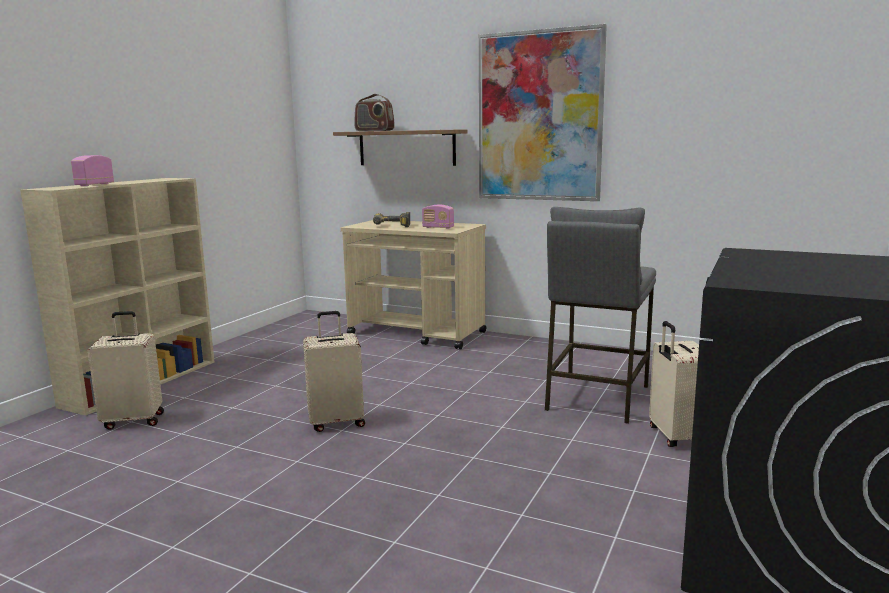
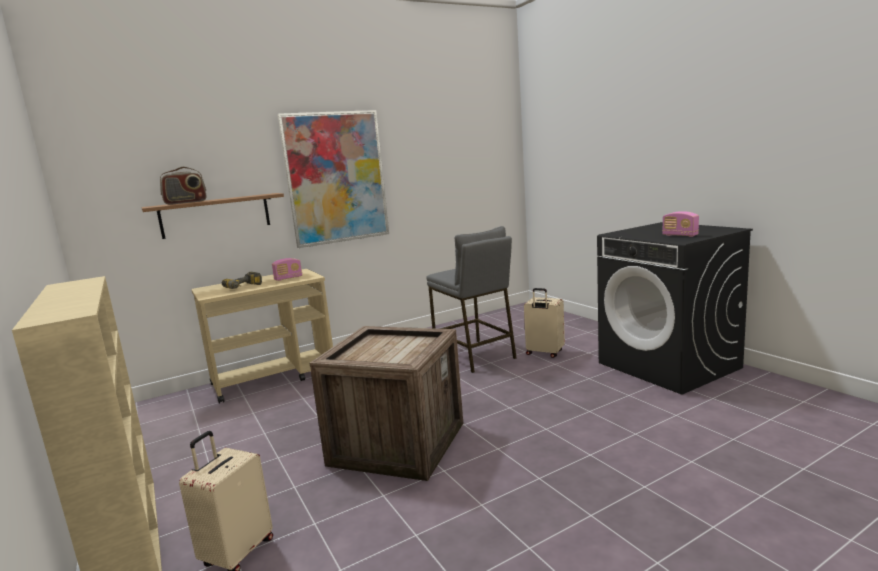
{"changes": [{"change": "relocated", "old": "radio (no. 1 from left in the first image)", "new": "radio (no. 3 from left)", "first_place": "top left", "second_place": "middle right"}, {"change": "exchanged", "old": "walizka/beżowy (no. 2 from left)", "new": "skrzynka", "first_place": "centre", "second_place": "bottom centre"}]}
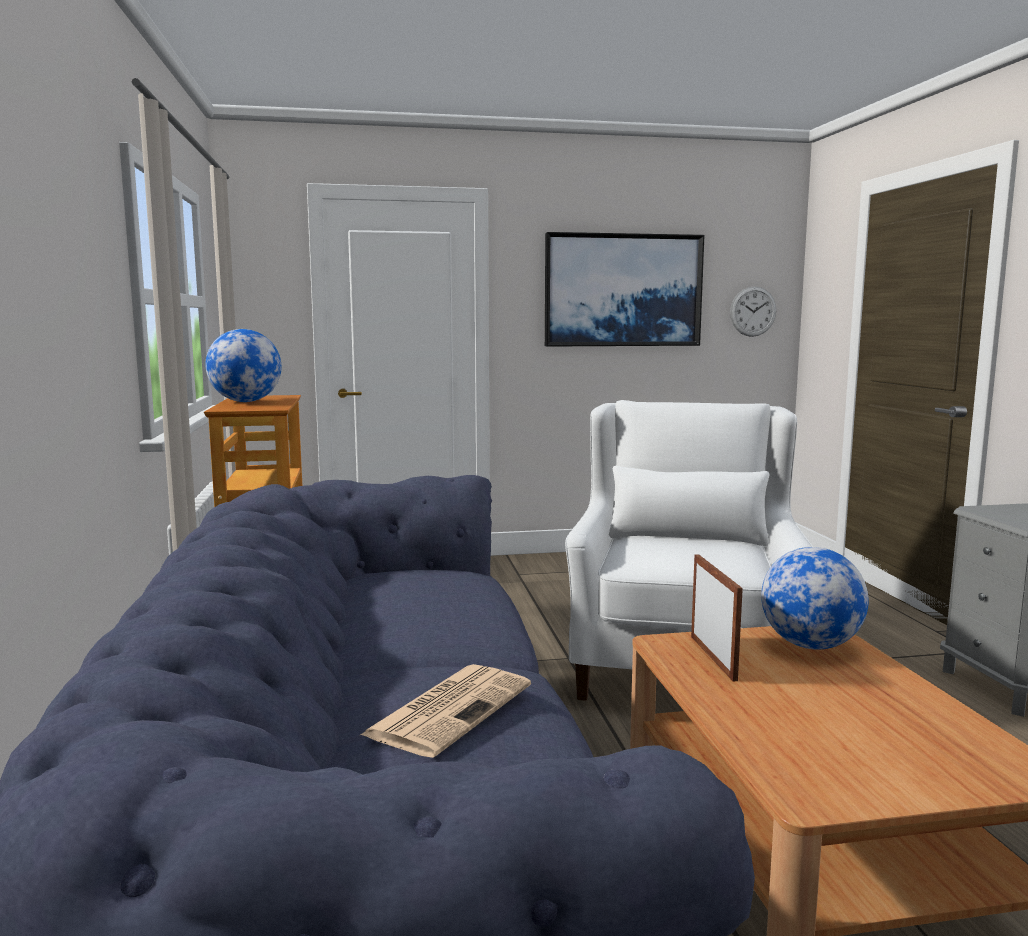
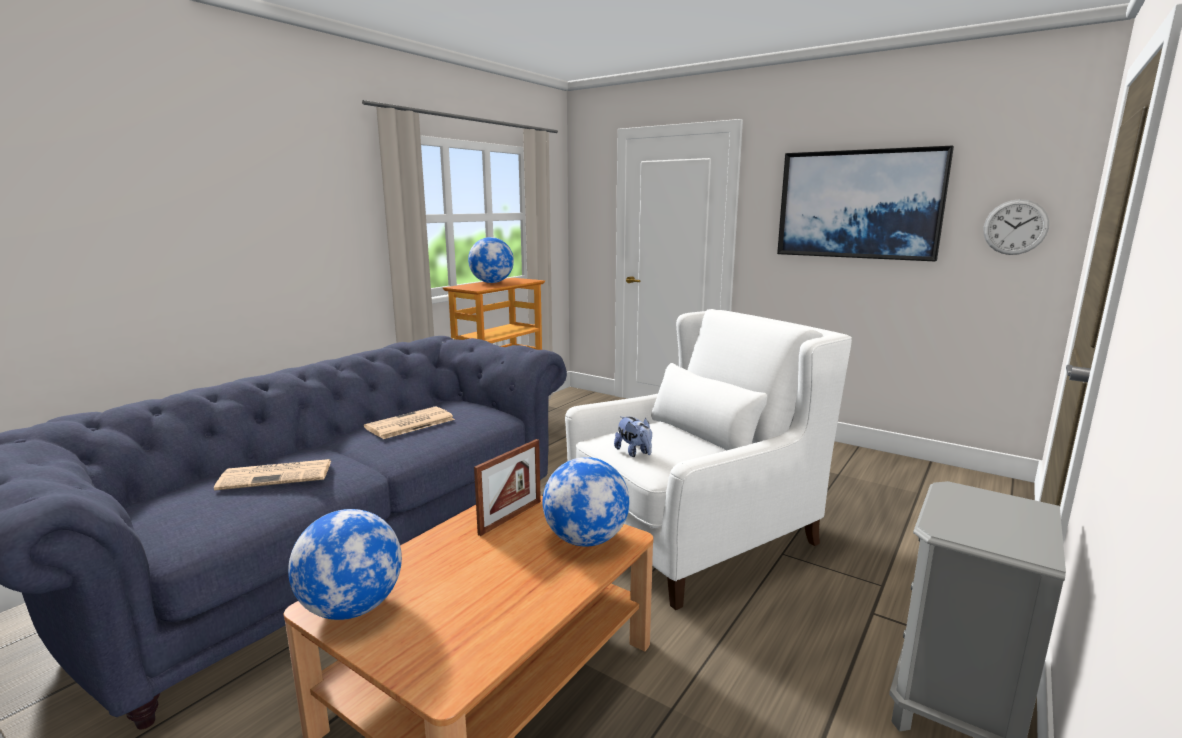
{"changes": [{"change": "appeared", "new": "globus (no. 1 from left)", "second_place": "bottom left"}, {"change": "appeared", "new": "gazeta (no. 2 from left)", "second_place": "centre"}, {"change": "appeared", "new": "pluszak", "second_place": "centre"}]}
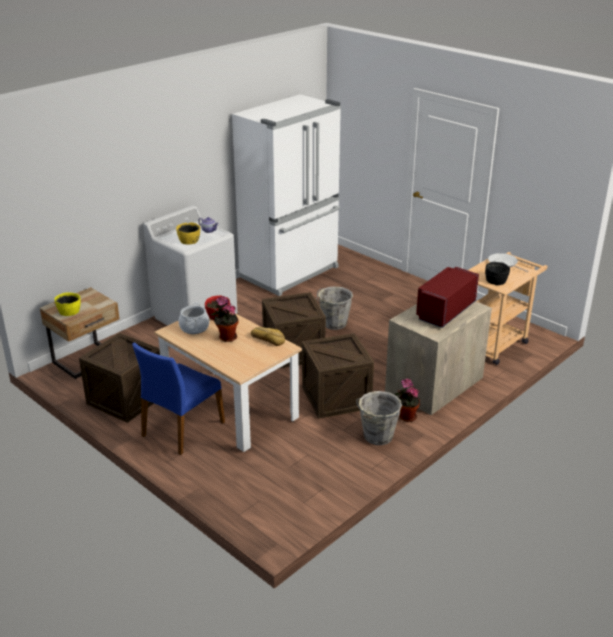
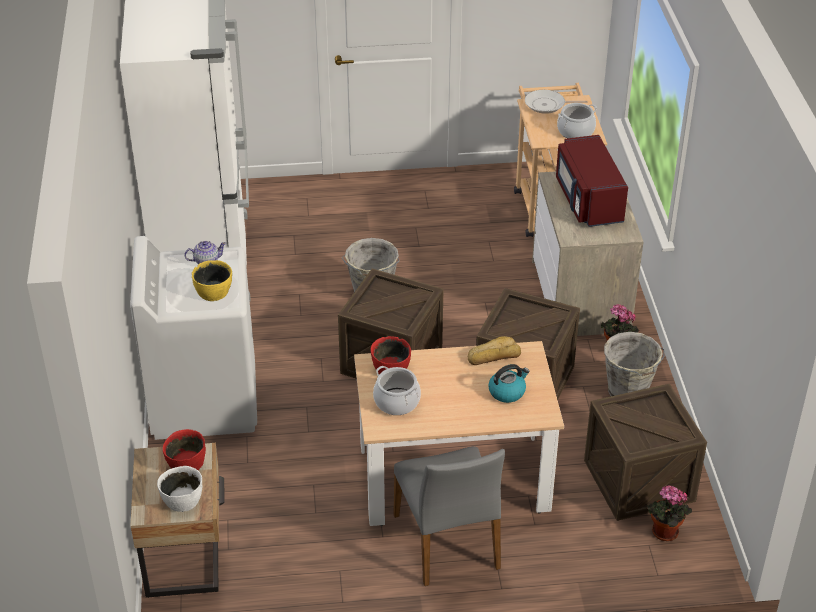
{"changes": [{"change": "appeared", "new": "miska/czerwony (no. 1 from left)", "second_place": "bottom left"}, {"change": "appeared", "new": "czajnik", "second_place": "centre"}, {"change": "relocated", "old": "skrzynka (no. 1 from left in the first image)", "new": "skrzynka (no. 3 from left)", "first_place": "middle left", "second_place": "bottom right"}, {"change": "relocated", "old": "roślina doniczkowa (no. 1 from left in the first image)", "new": "roślina doniczkowa (no. 2 from left)", "first_place": "centre", "second_place": "bottom right"}, {"change": "exchanged", "old": "miska/czarny", "new": "garnek (no. 2 from left)", "first_place": "middle right", "second_place": "top right"}, {"change": "colour", "old": "miska/żółty (no. 1 from left)", "new": "miska/biały", "first_place": "middle left", "second_place": "bottom left"}, {"change": "colour", "old": "krzesło/niebieski", "new": "krzesło/szary", "first_place": "middle left", "second_place": "bottom centre"}]}
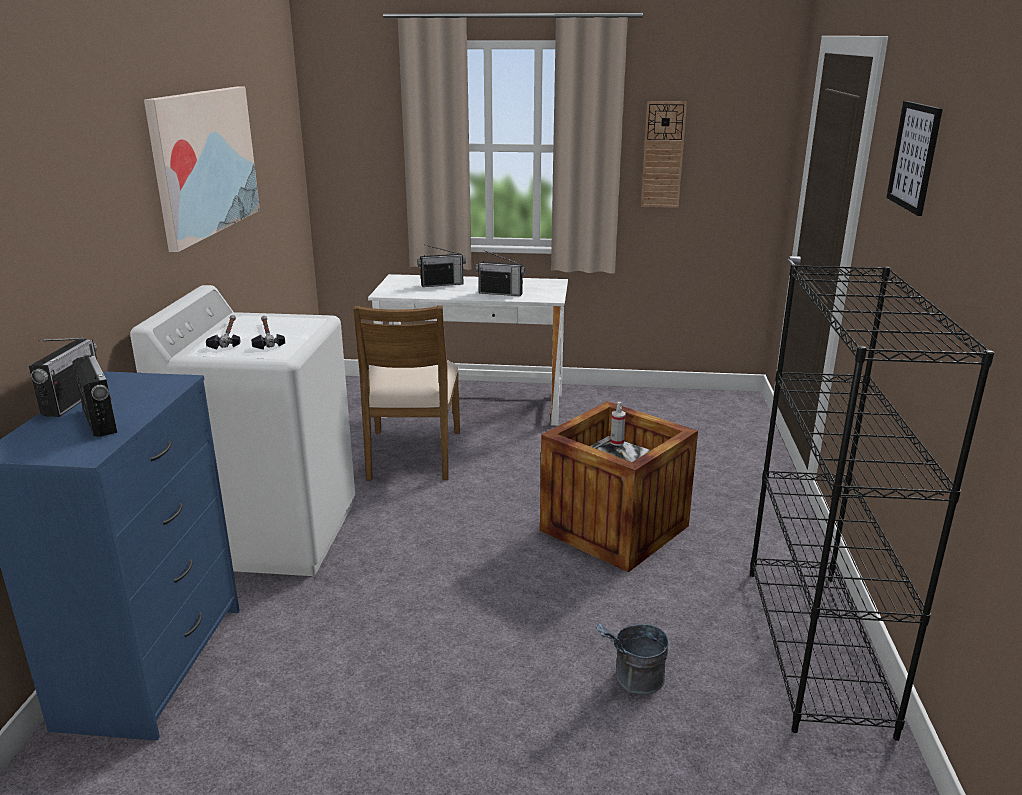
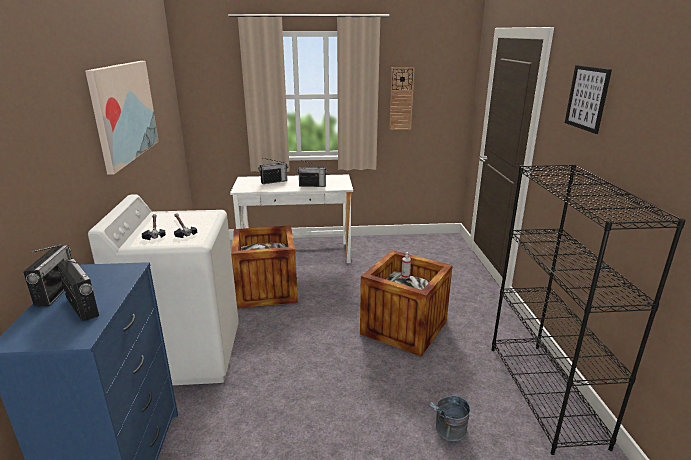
{"changes": [{"change": "exchanged", "old": "krzesło/brązowy", "new": "skrzynka (no. 1 from left)", "first_place": "centre", "second_place": "centre"}]}
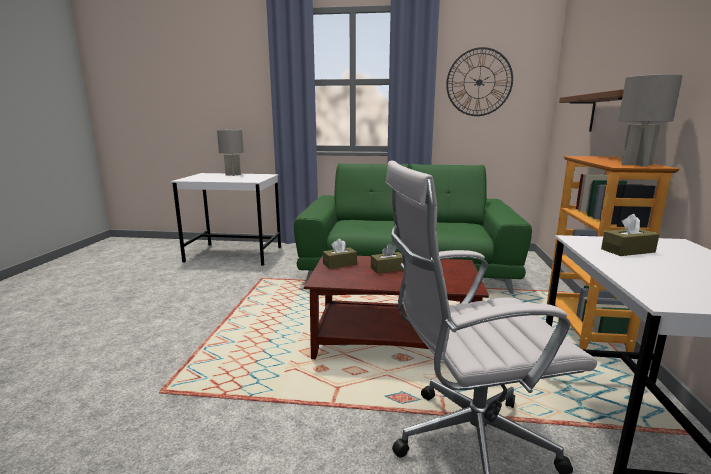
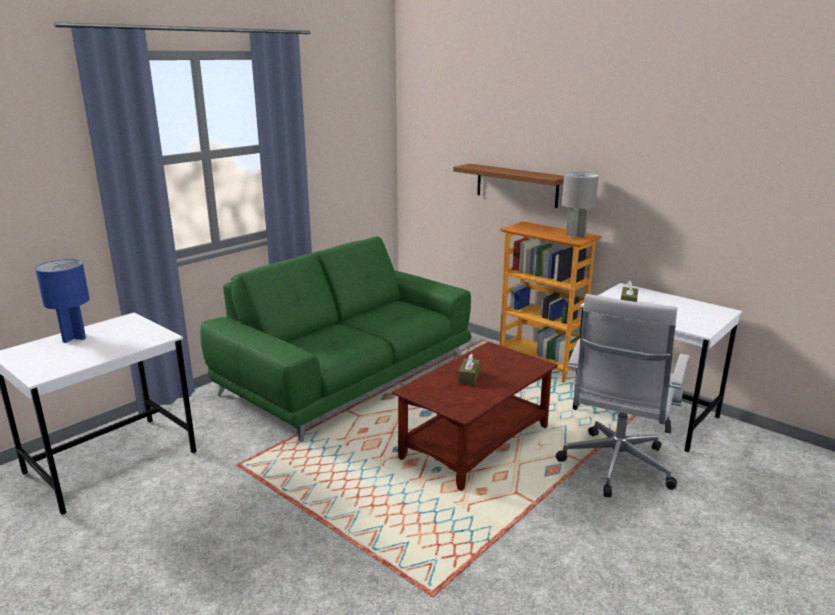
{"changes": [{"change": "missing", "old": "pudełko chusteczek/brązowy (no. 1 from left)", "first_place": "centre"}, {"change": "missing", "old": "zegar ścienny", "first_place": "top right"}, {"change": "colour", "old": "lampa stołowa/szary (no. 1 from left)", "new": "lampa stołowa/niebieski", "first_place": "top left", "second_place": "middle left"}]}
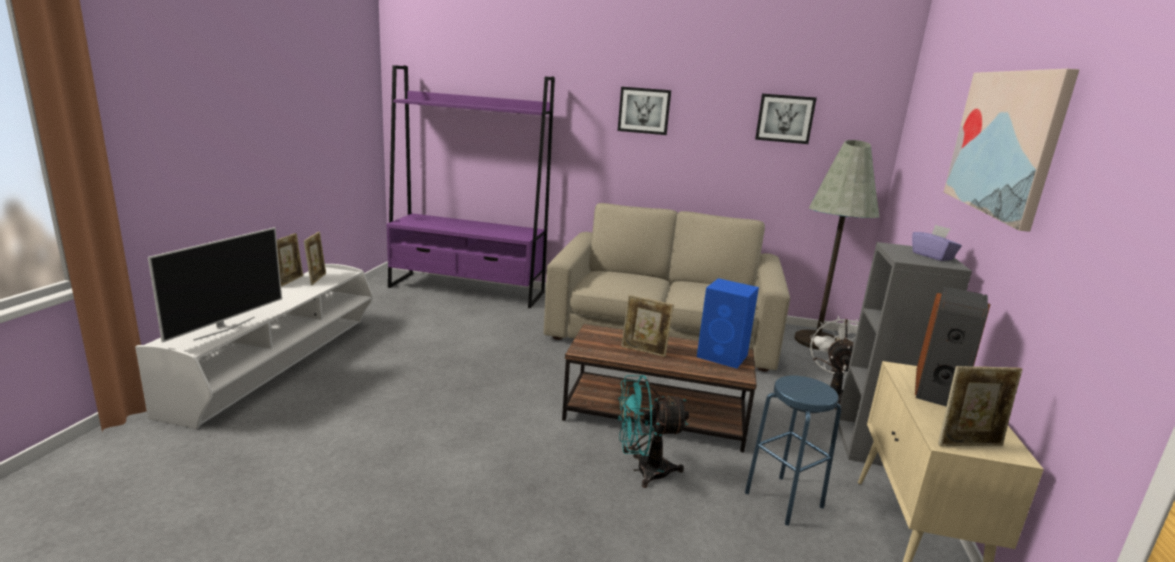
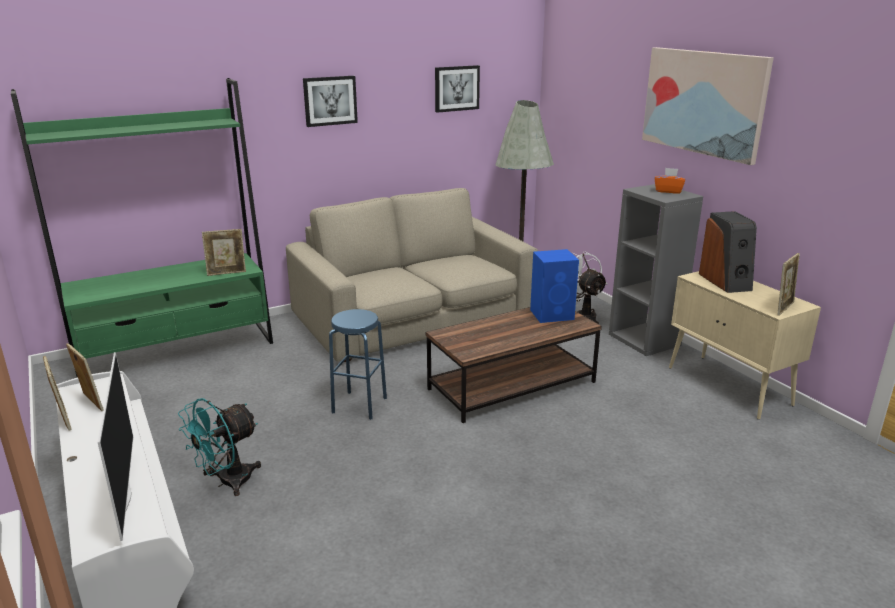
{"changes": [{"change": "relocated", "old": "wentylator/turkusowy", "first_place": "bottom centre", "second_place": "bottom left"}, {"change": "relocated", "old": "ramka na zdjęcie (no. 3 from left)", "first_place": "centre", "second_place": "middle left"}, {"change": "relocated", "old": "stołek/niebieski", "first_place": "bottom right", "second_place": "centre"}, {"change": "colour", "old": "regał/fioletowy", "new": "regał/zielony", "first_place": "top centre", "second_place": "middle left"}, {"change": "colour", "old": "pudełko chusteczek/fioletowy", "new": "pudełko chusteczek/pomarańczowy", "first_place": "middle right", "second_place": "top right"}]}
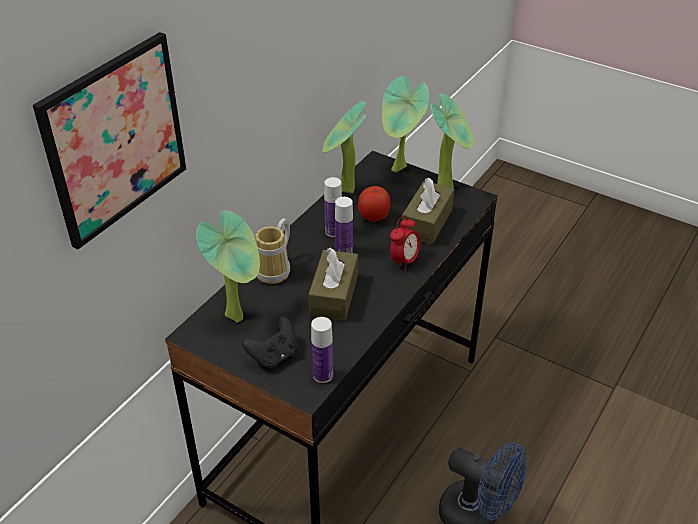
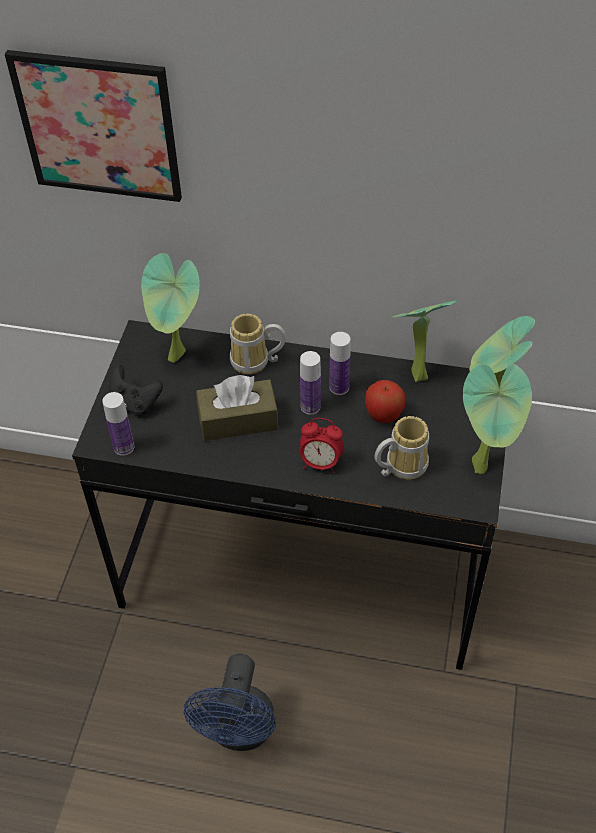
{"changes": [{"change": "exchanged", "old": "pudełko chusteczek/brązowy (no. 2 from left)", "new": "kubek (no. 2 from left)", "first_place": "centre", "second_place": "middle right"}]}
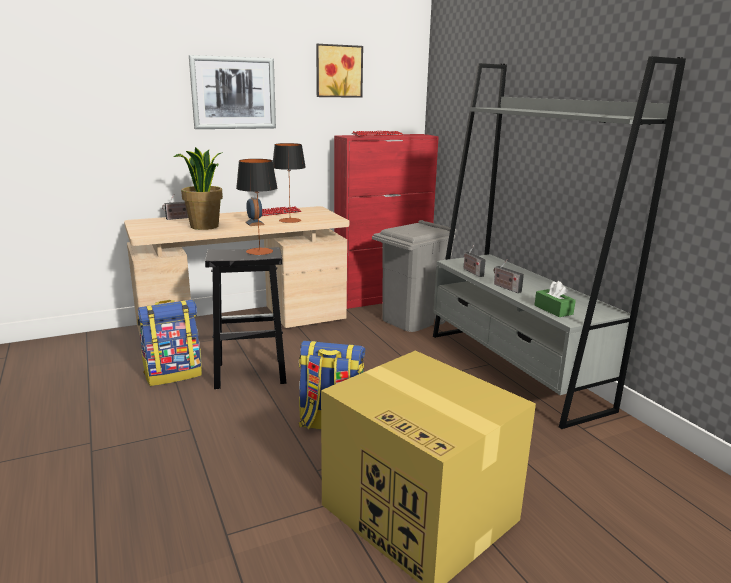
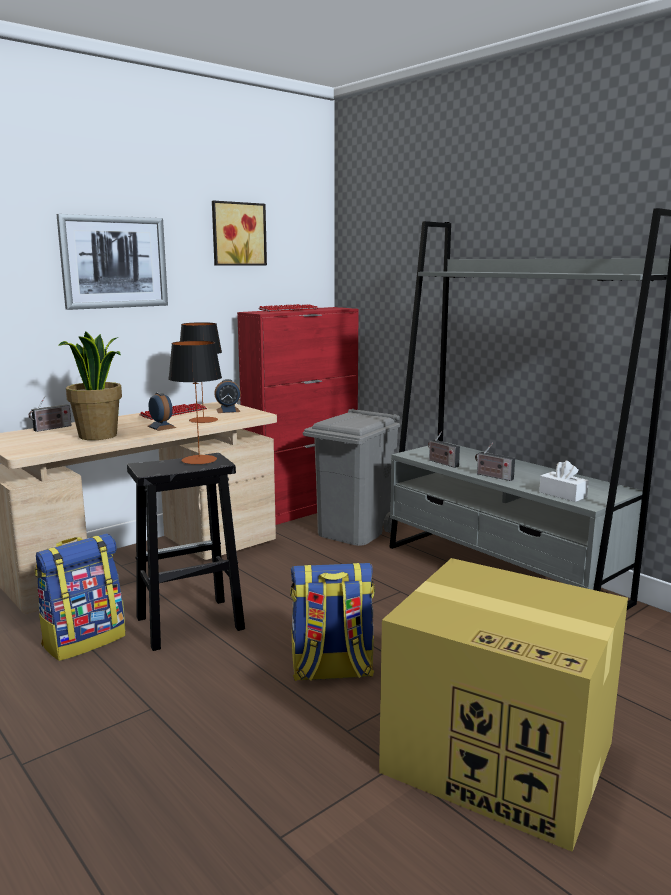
{"changes": [{"change": "appeared", "new": "budzik (no. 2 from left)", "second_place": "centre"}, {"change": "colour", "old": "pudełko chusteczek/zielony", "new": "pudełko chusteczek/biały", "first_place": "middle right", "second_place": "middle right"}]}
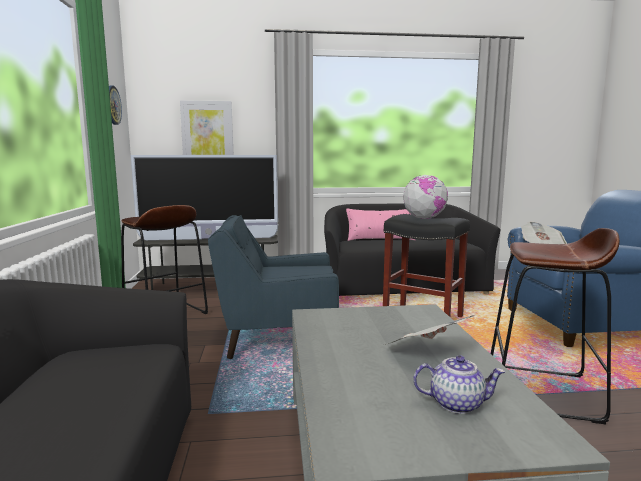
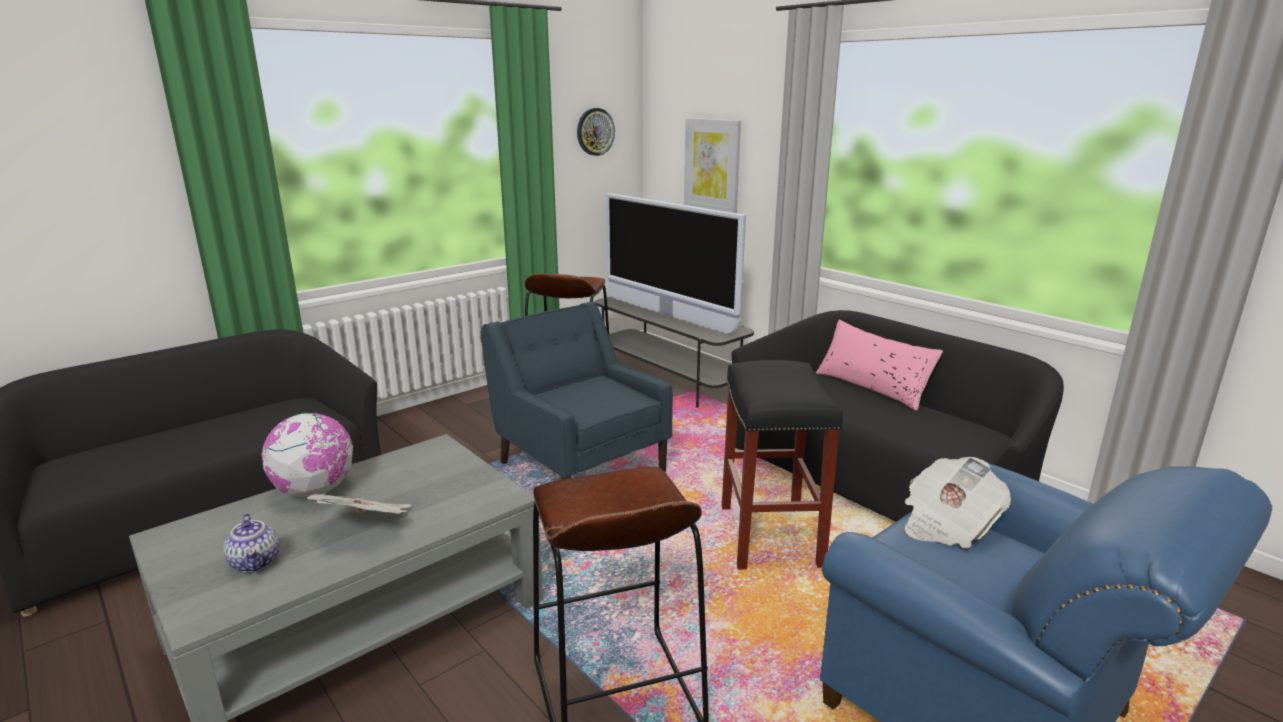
{"changes": [{"change": "relocated", "old": "globus", "first_place": "centre", "second_place": "middle left"}]}
